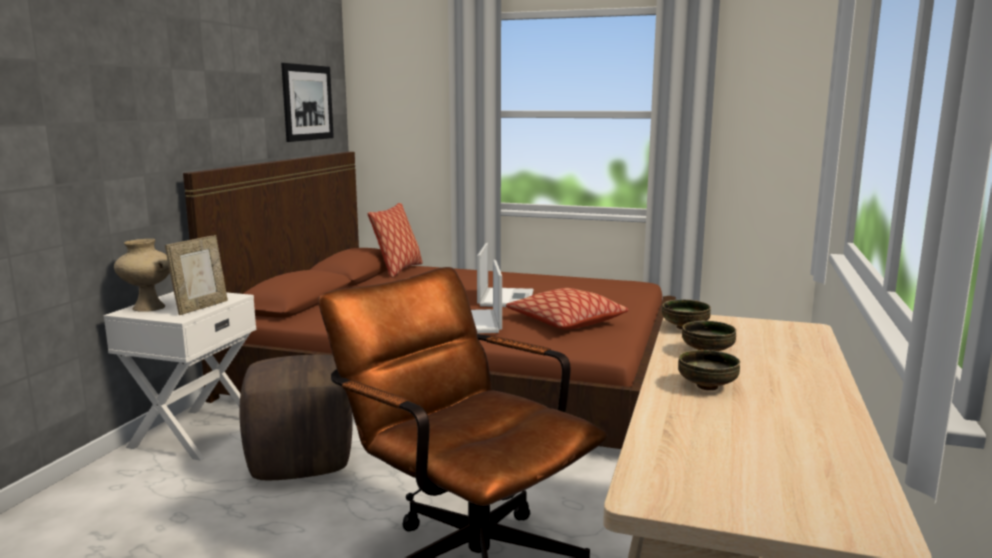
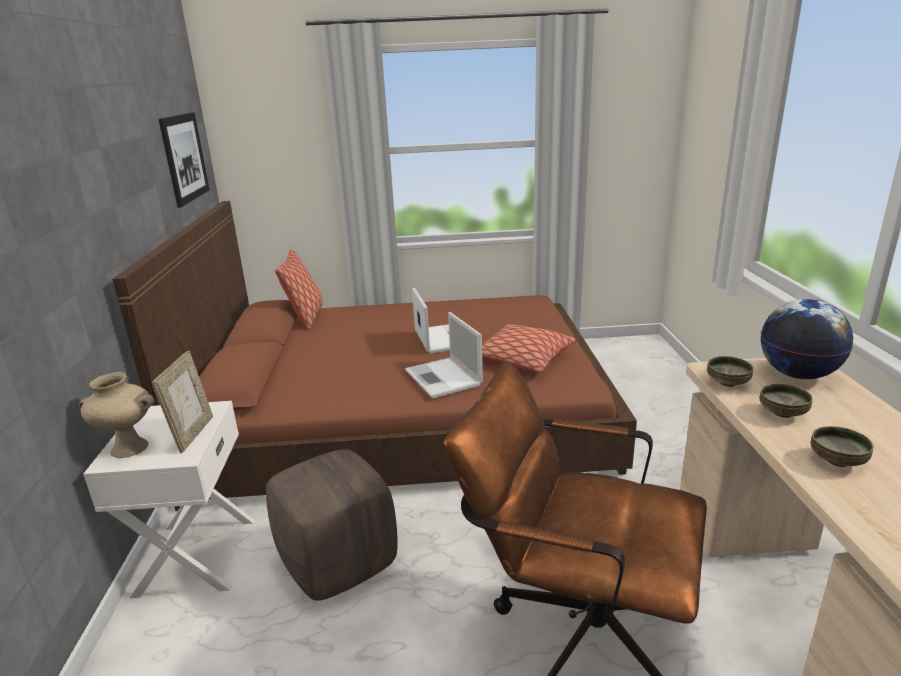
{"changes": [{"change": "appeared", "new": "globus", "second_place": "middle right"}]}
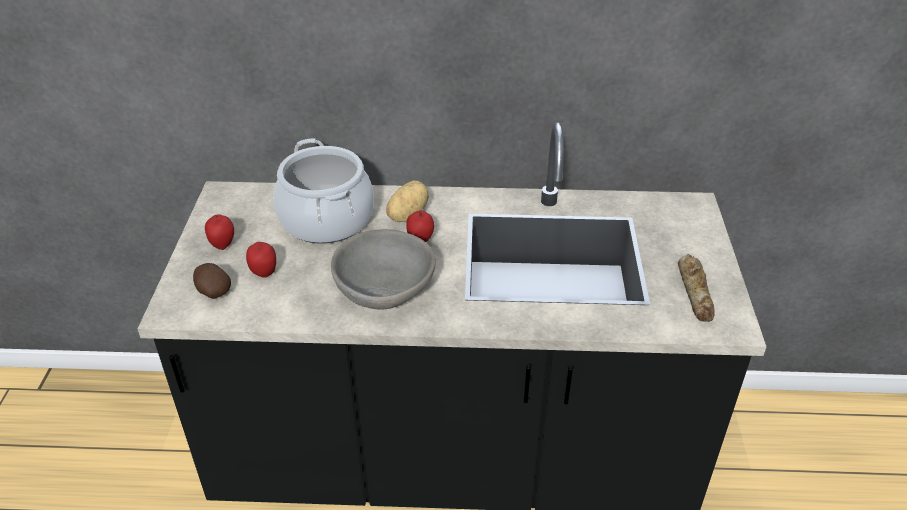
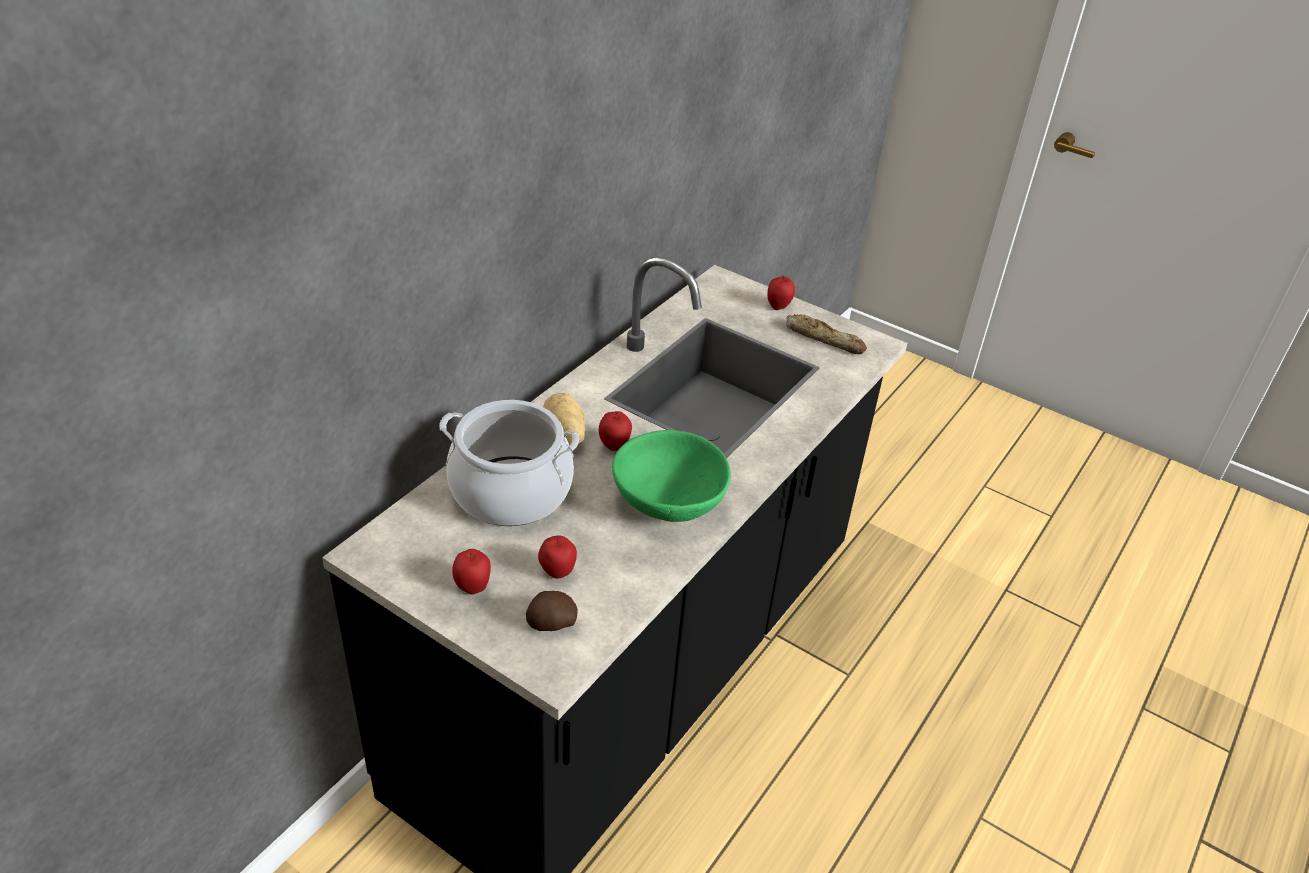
{"changes": [{"change": "appeared", "new": "jabłko (no. 4 from left)", "second_place": "centre"}, {"change": "colour", "old": "miska/szary", "new": "miska/zielony", "first_place": "centre", "second_place": "centre"}]}
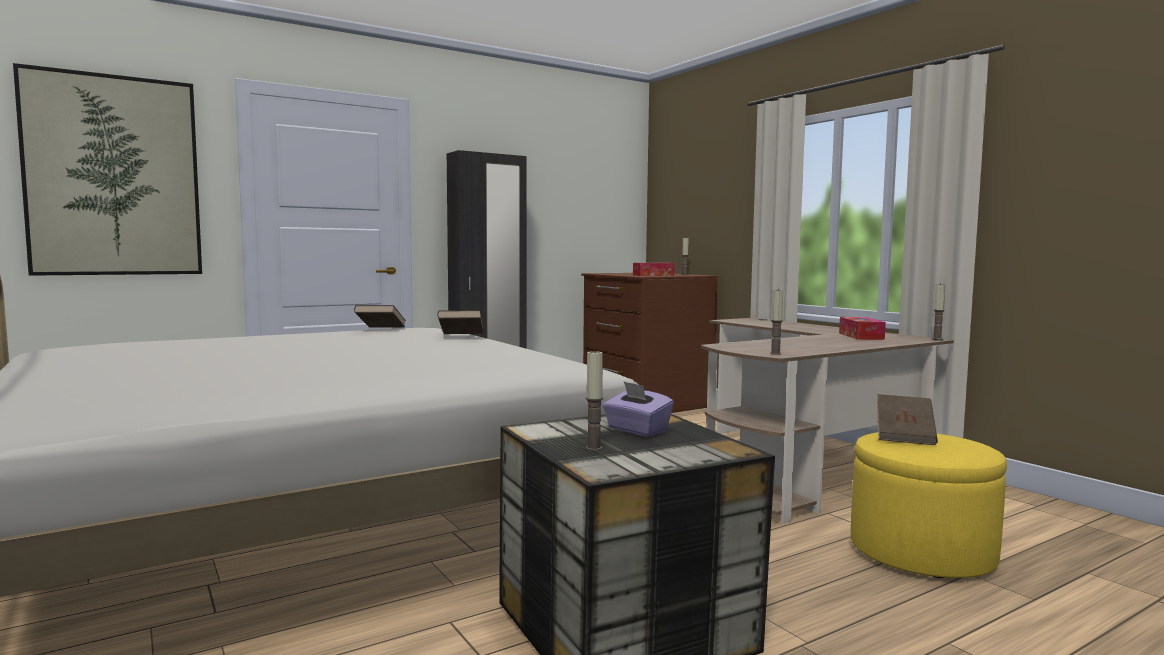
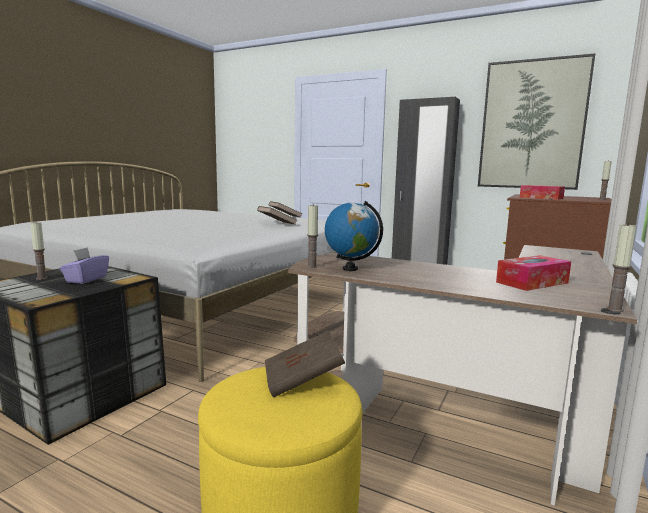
{"changes": [{"change": "appeared", "new": "globus", "second_place": "centre"}, {"change": "relocated", "old": "obraz", "first_place": "top left", "second_place": "top right"}]}
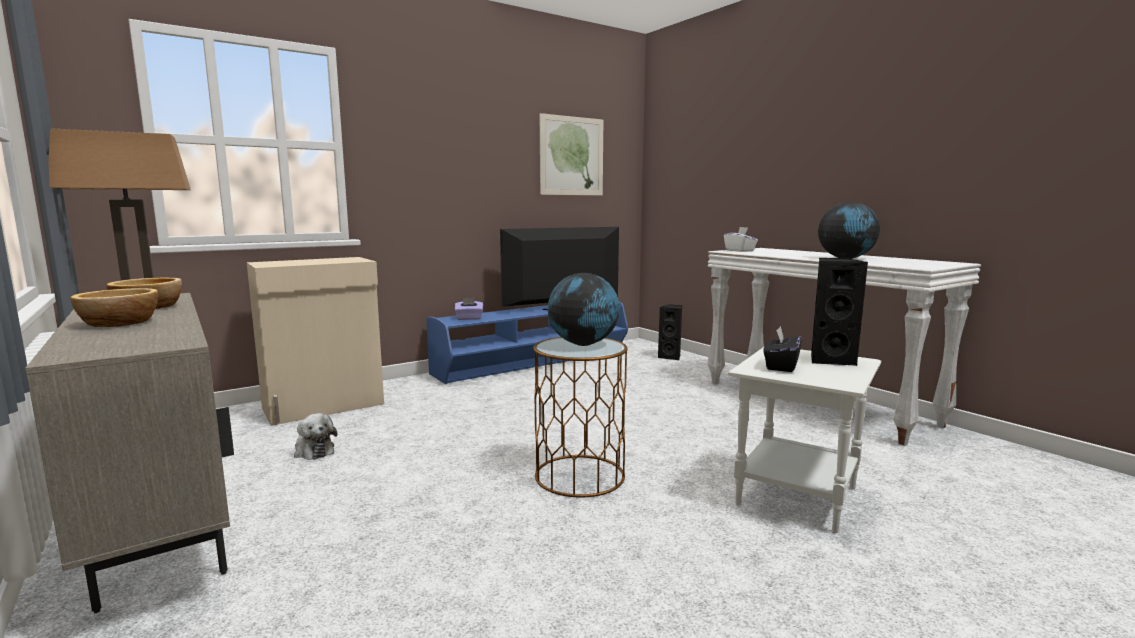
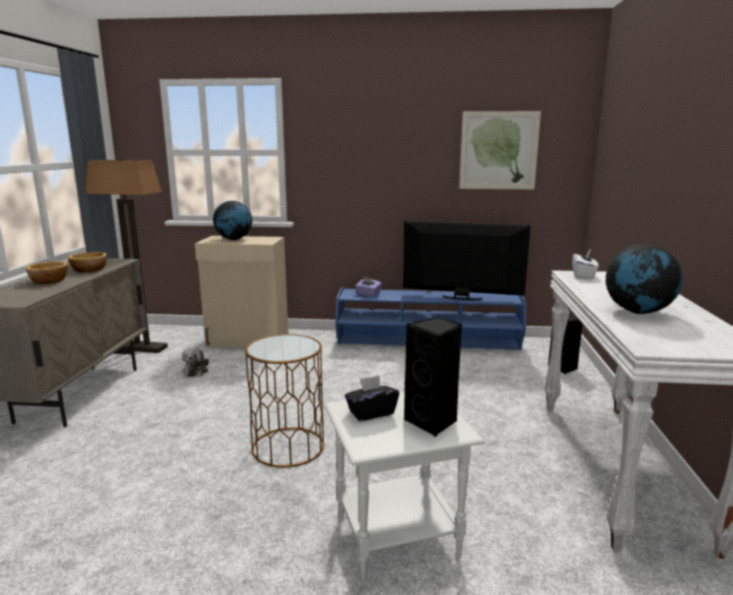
{"changes": [{"change": "relocated", "old": "globus (no. 1 from left)", "first_place": "centre", "second_place": "middle left"}]}
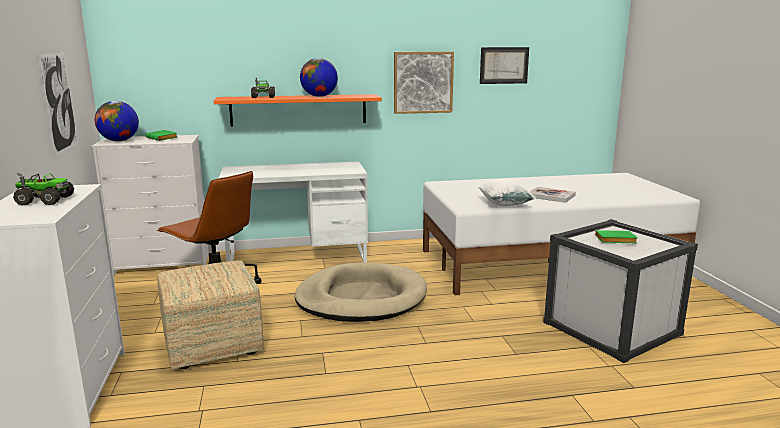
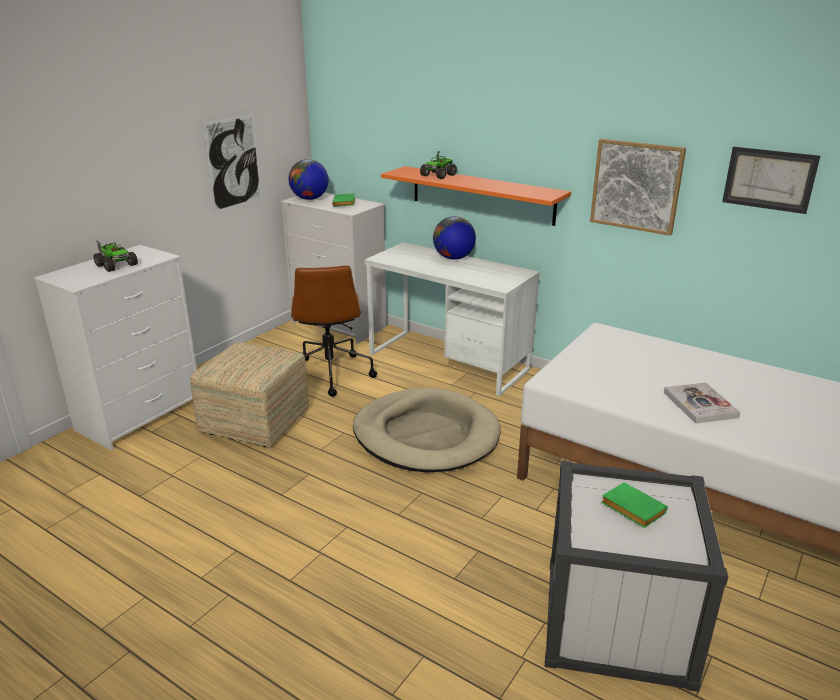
{"changes": [{"change": "missing", "old": "poduszka/biały", "first_place": "centre"}, {"change": "relocated", "old": "globus (no. 2 from left)", "first_place": "top centre", "second_place": "centre"}]}
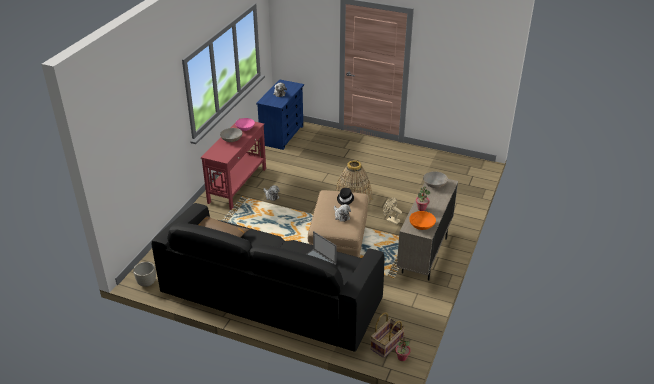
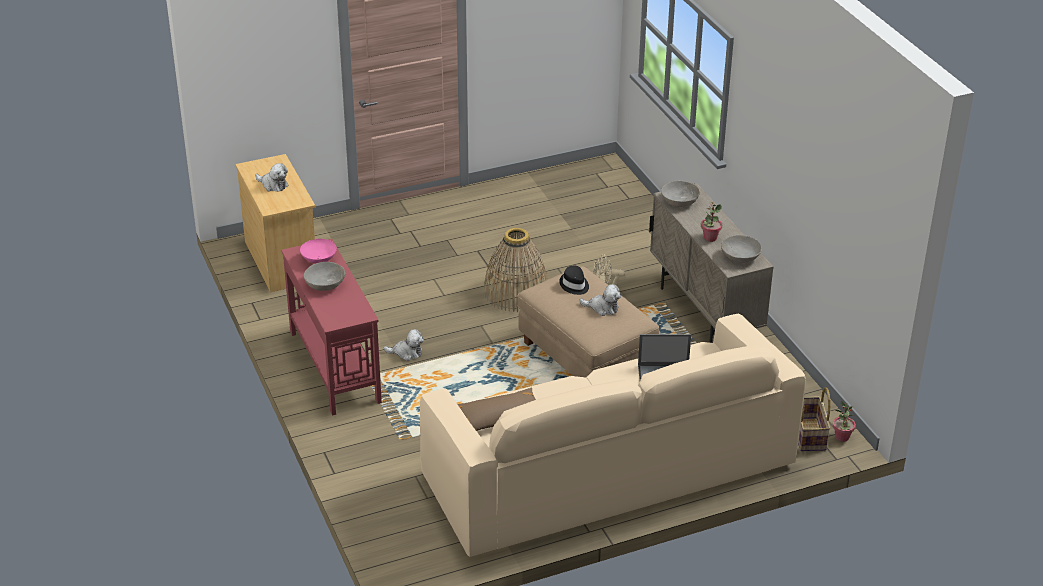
{"changes": [{"change": "missing", "old": "donica/szary", "first_place": "bottom left"}, {"change": "colour", "old": "kanapa/czarny", "new": "kanapa/beżowy", "first_place": "bottom centre", "second_place": "bottom centre"}, {"change": "colour", "old": "komoda/niebieski", "new": "komoda/beżowy", "first_place": "top centre", "second_place": "middle left"}, {"change": "colour", "old": "miska/pomarańczowy", "new": "miska/szary (no. 3 from left)", "first_place": "centre", "second_place": "middle right"}]}
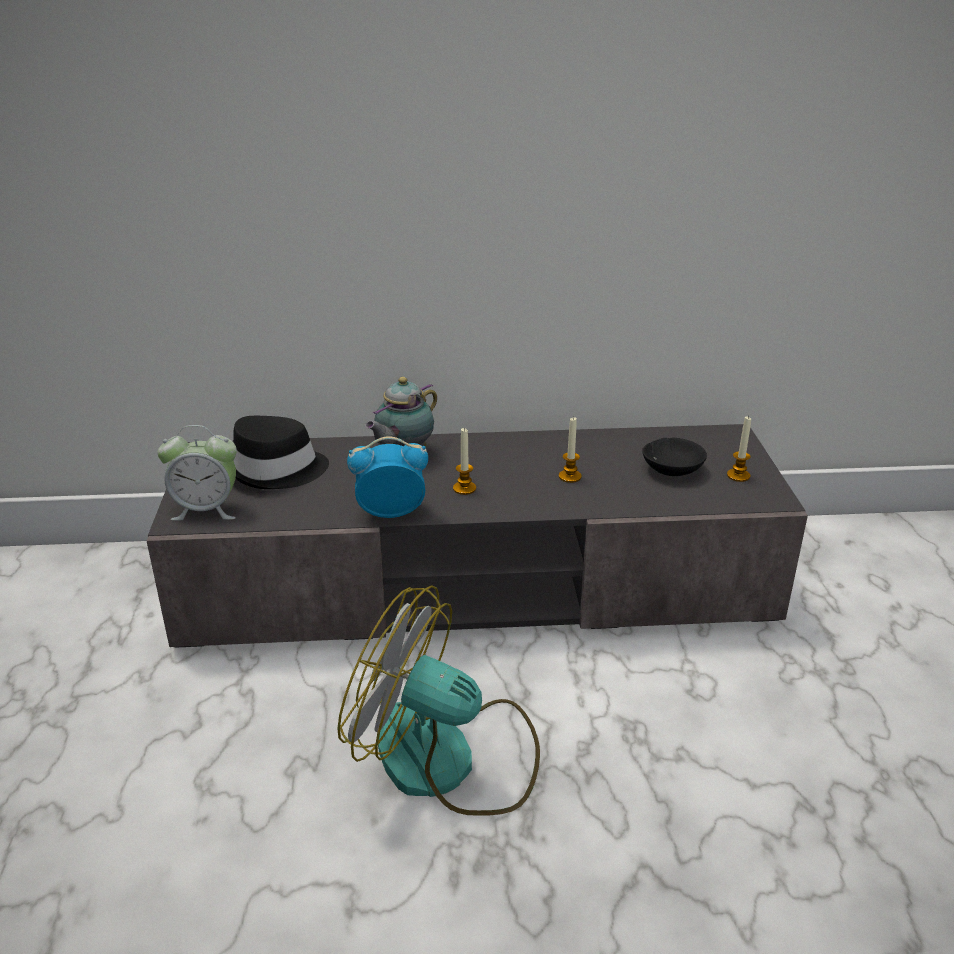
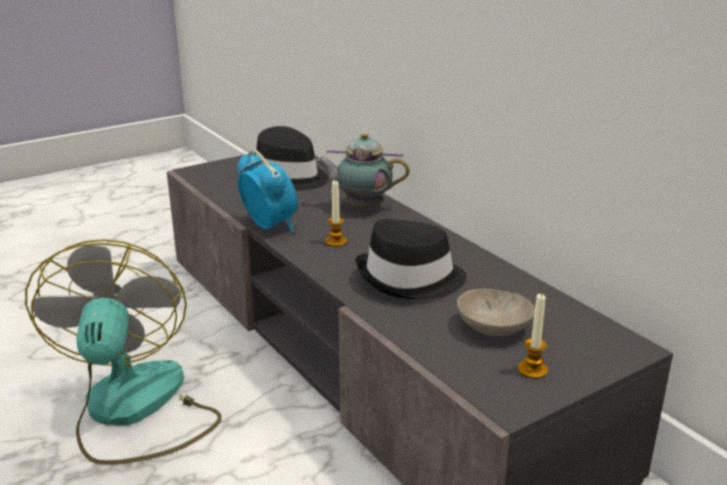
{"changes": [{"change": "missing", "old": "budzik (no. 1 from left)", "first_place": "middle left"}, {"change": "exchanged", "old": "świeca (no. 2 from left)", "new": "kapelusz/czarny (no. 2 from left)", "first_place": "centre", "second_place": "centre"}, {"change": "colour", "old": "miska/czarny", "new": "miska/beżowy", "first_place": "middle right", "second_place": "middle right"}]}
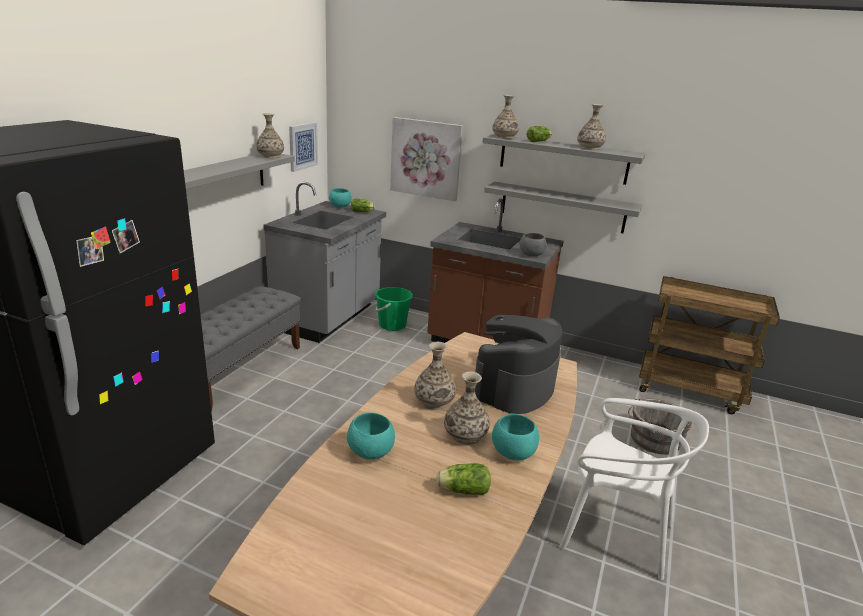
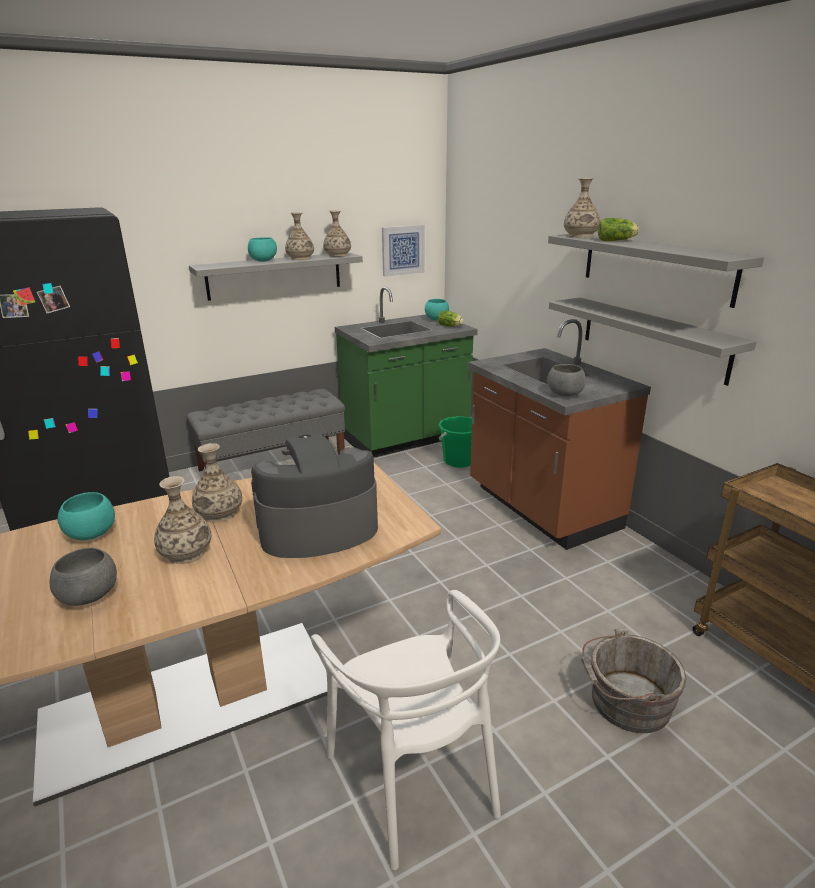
{"changes": [{"change": "missing", "old": "obraz (no. 2 from left)", "first_place": "top centre"}, {"change": "relocated", "old": "miska/turkusowy (no. 3 from left in the first image)", "new": "miska/turkusowy (no. 2 from left)", "first_place": "bottom centre", "second_place": "top left"}, {"change": "relocated", "old": "wazon (no. 5 from left in the first image)", "new": "wazon (no. 3 from left)", "first_place": "top right", "second_place": "top centre"}, {"change": "exchanged", "old": "sałata (no. 2 from left)", "new": "miska/szary (no. 1 from left)", "first_place": "bottom centre", "second_place": "middle left"}, {"change": "colour", "old": "zabudowa kuchenna/szary", "new": "zabudowa kuchenna/zielony", "first_place": "centre", "second_place": "centre"}]}
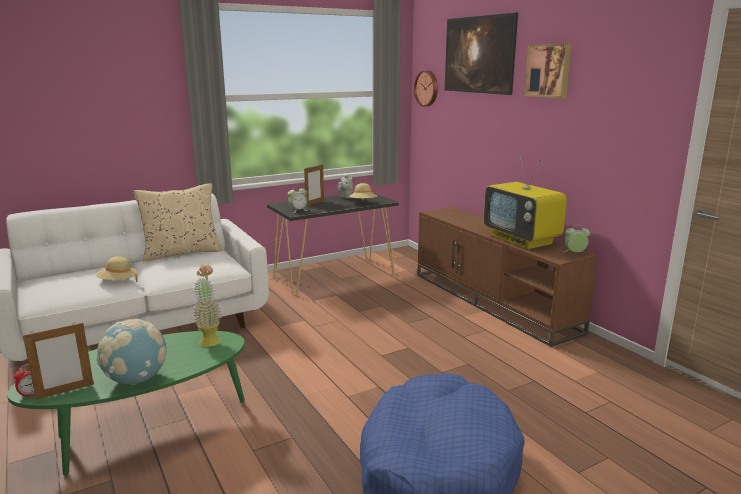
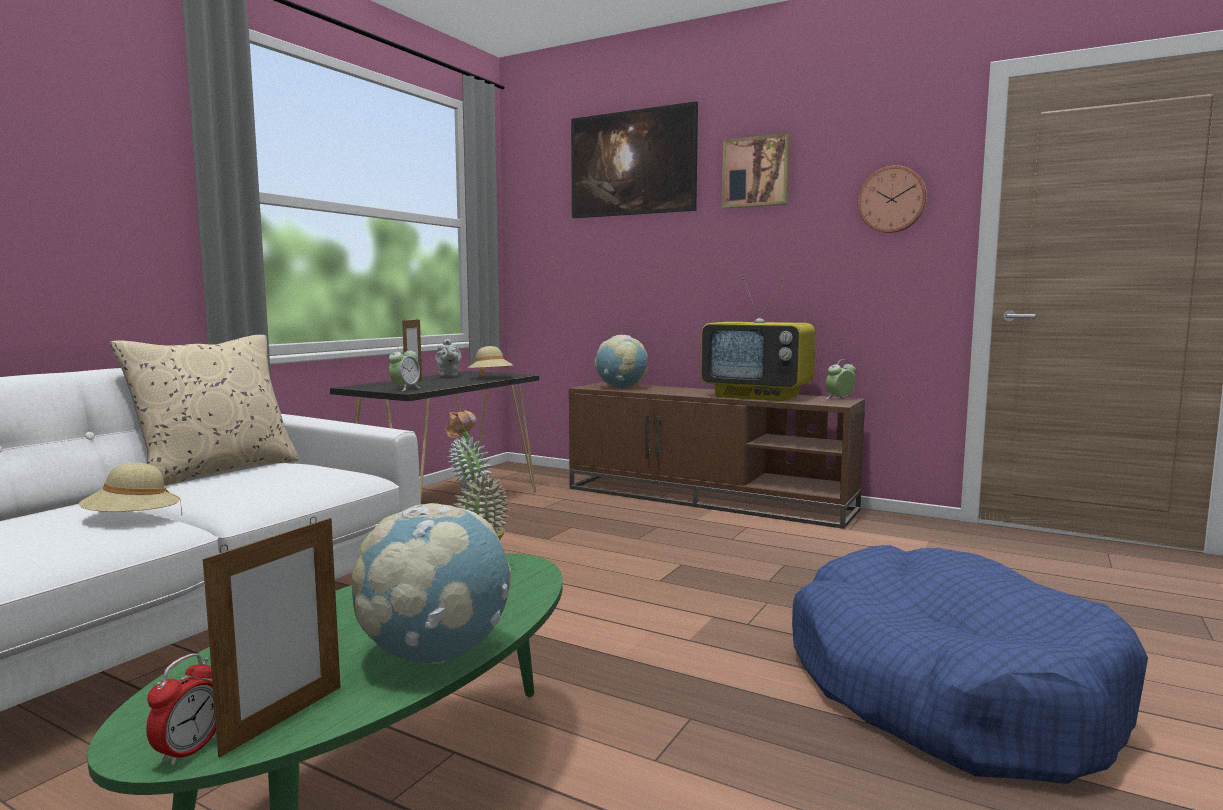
{"changes": [{"change": "appeared", "new": "globus (no. 2 from left)", "second_place": "centre"}, {"change": "relocated", "old": "zegar ścienny", "first_place": "top centre", "second_place": "top right"}]}
